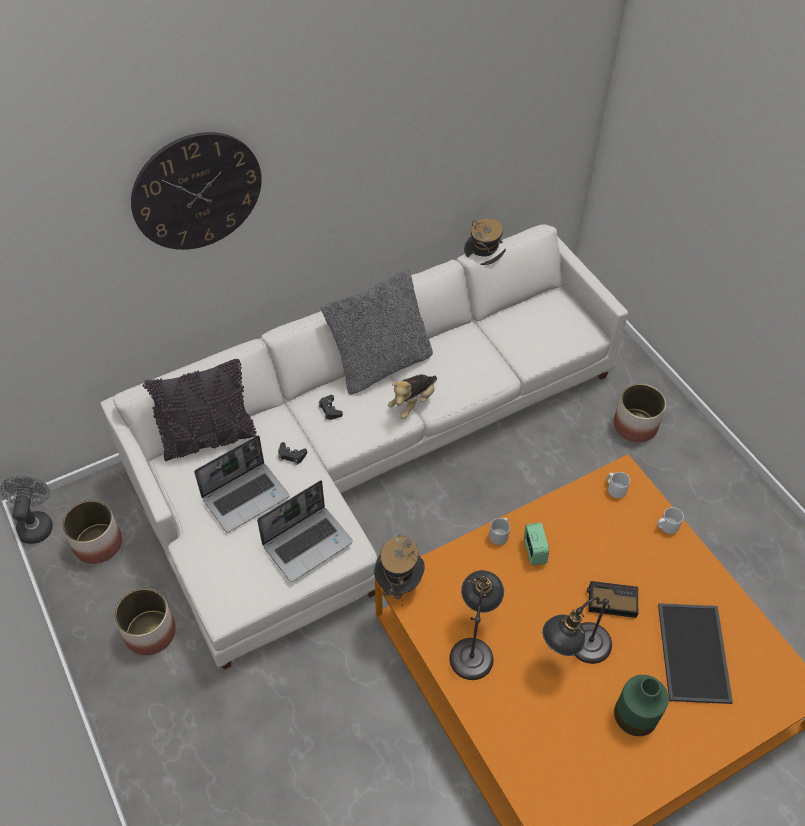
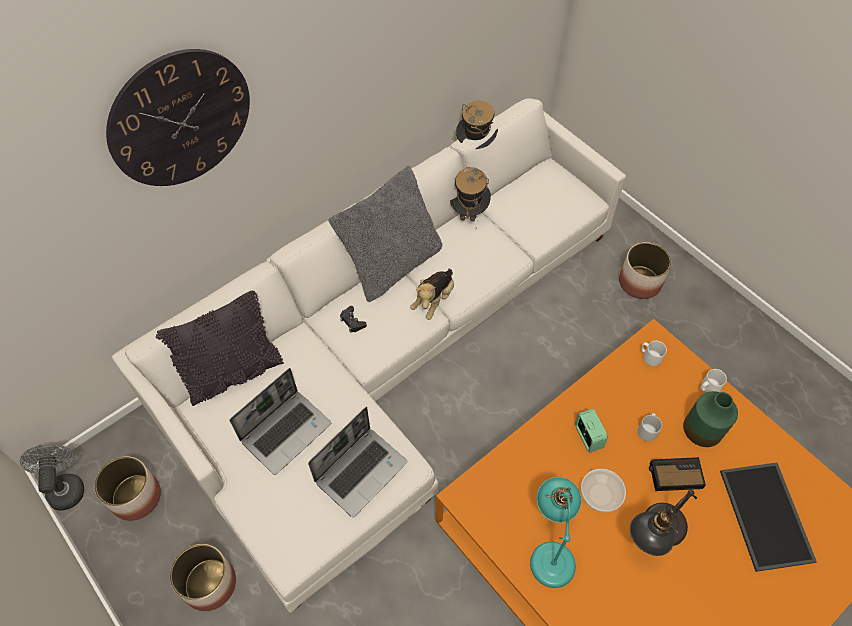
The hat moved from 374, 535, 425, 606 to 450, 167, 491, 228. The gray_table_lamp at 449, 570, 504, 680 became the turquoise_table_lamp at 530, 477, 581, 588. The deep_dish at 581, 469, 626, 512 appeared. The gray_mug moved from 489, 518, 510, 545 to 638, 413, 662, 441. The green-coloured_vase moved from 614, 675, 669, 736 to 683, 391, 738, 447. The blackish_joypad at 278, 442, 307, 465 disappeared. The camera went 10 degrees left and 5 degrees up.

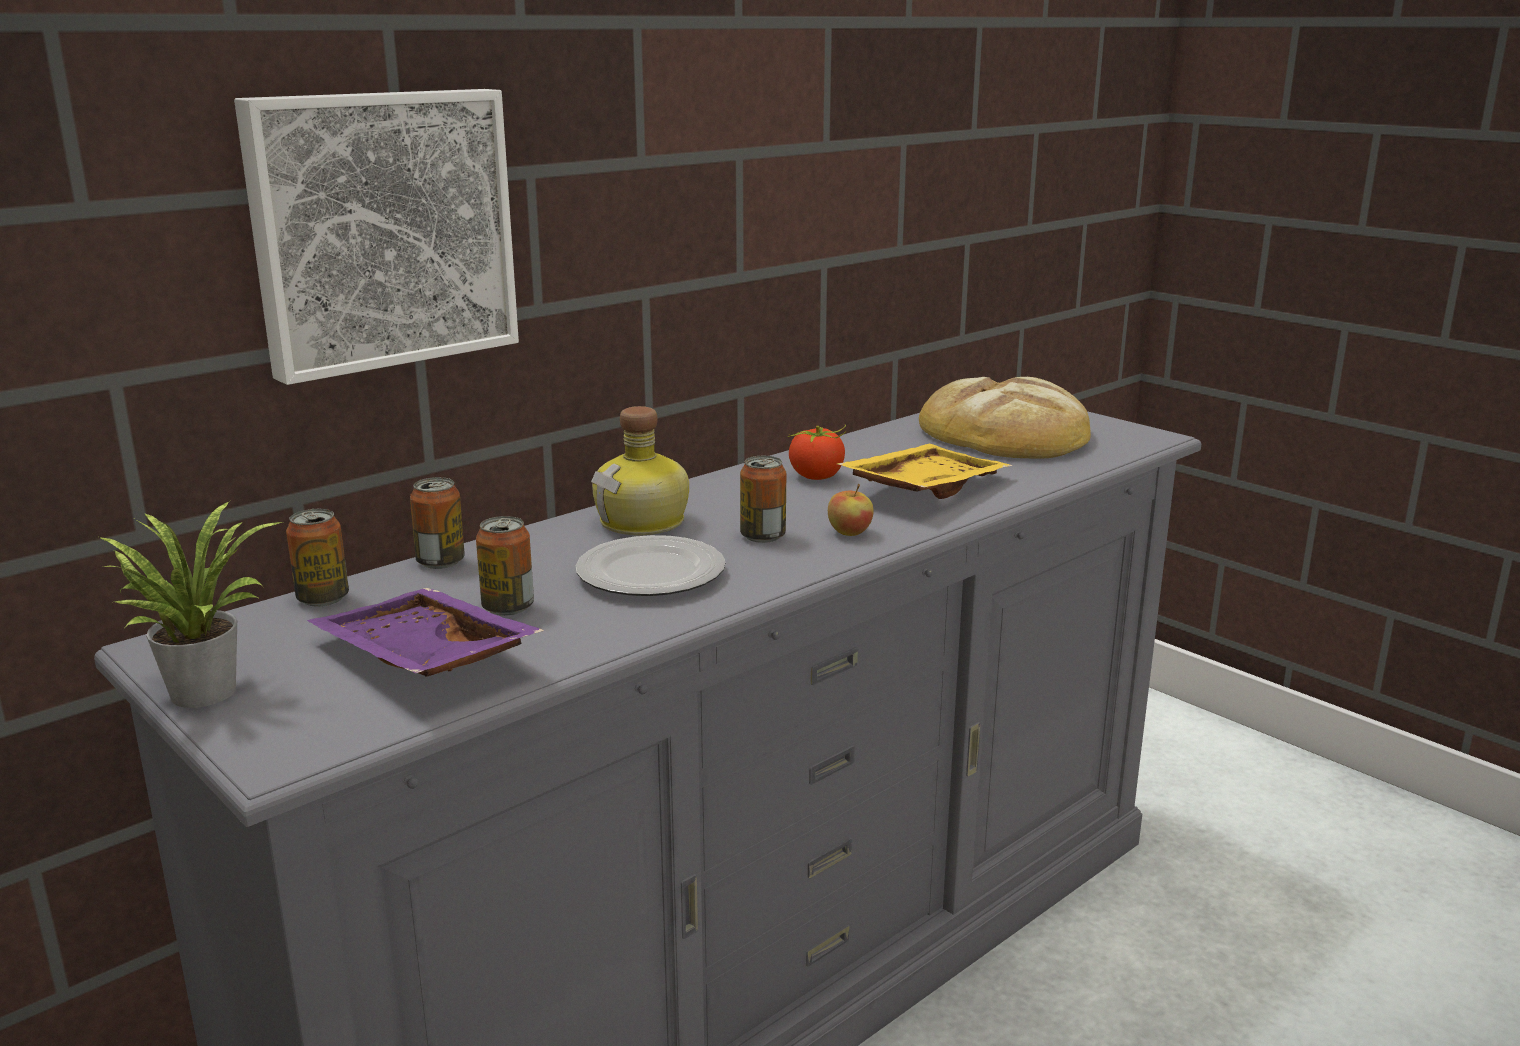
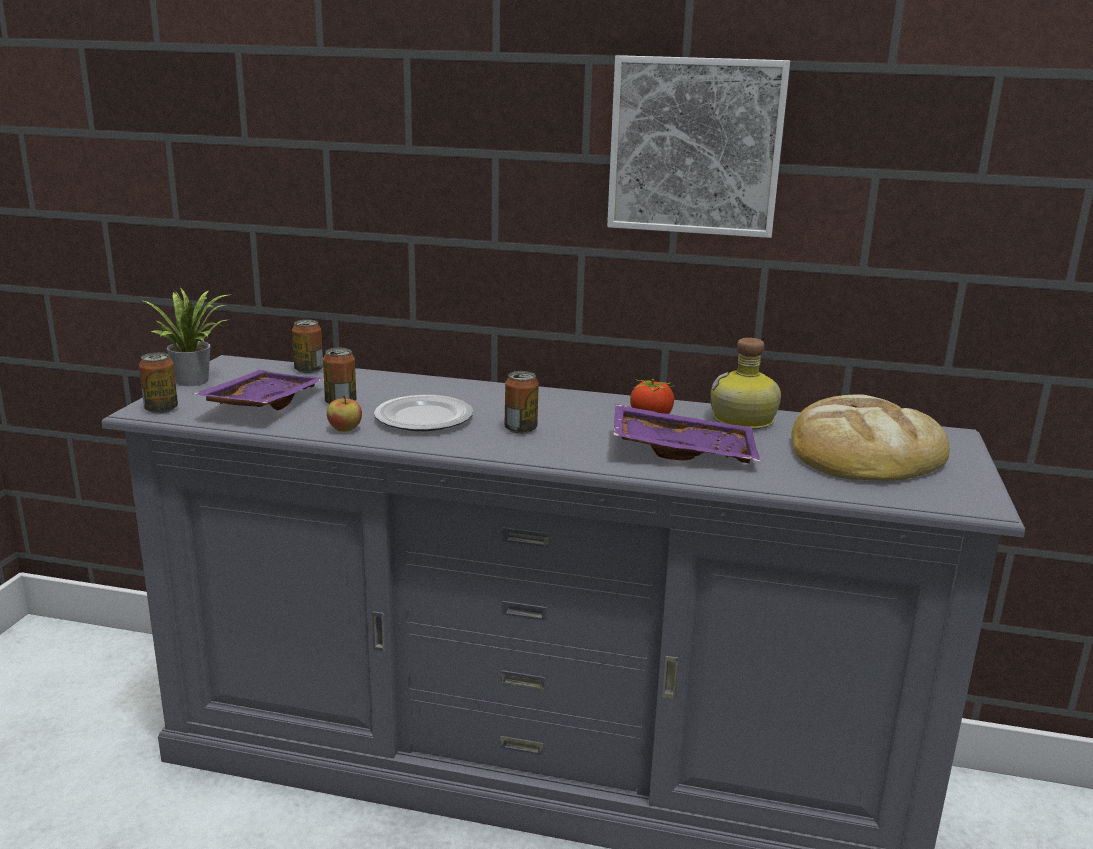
The can moved from 410, 477, 465, 569 to 139, 352, 178, 413. The whole_apple moved from 828, 484, 873, 536 to 327, 395, 362, 432. The wall_picture moved from 234, 89, 519, 385 to 607, 55, 790, 238. The yellow_carrying_tray at 837, 444, 1013, 499 became the purple_carrying_tray at 613, 404, 760, 463. The beverage_bottle moved from 591, 406, 689, 535 to 710, 338, 781, 430. The camera went 55 degrees right and 0 degrees up.

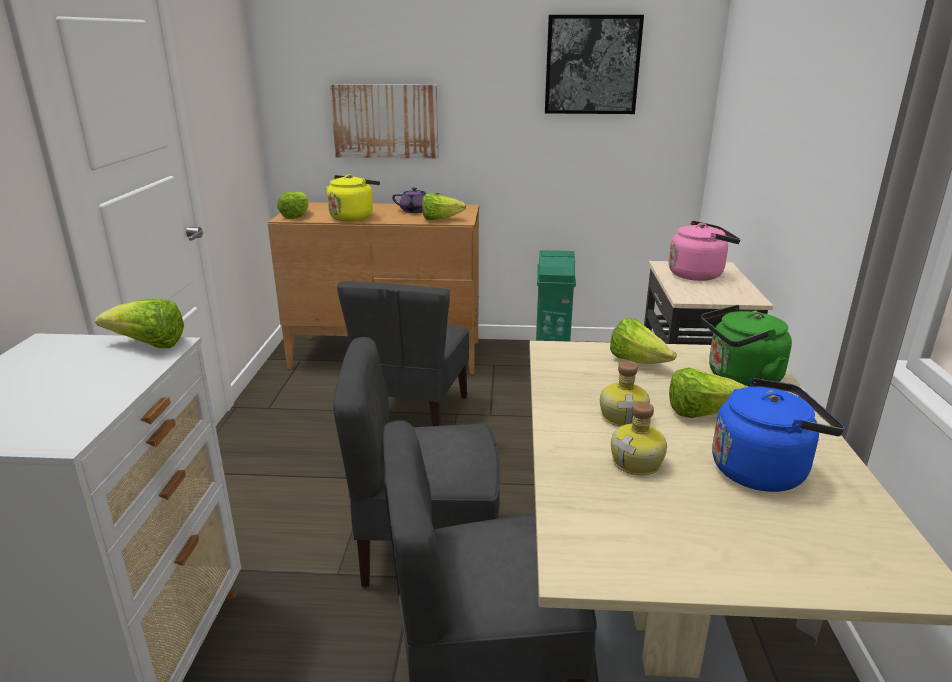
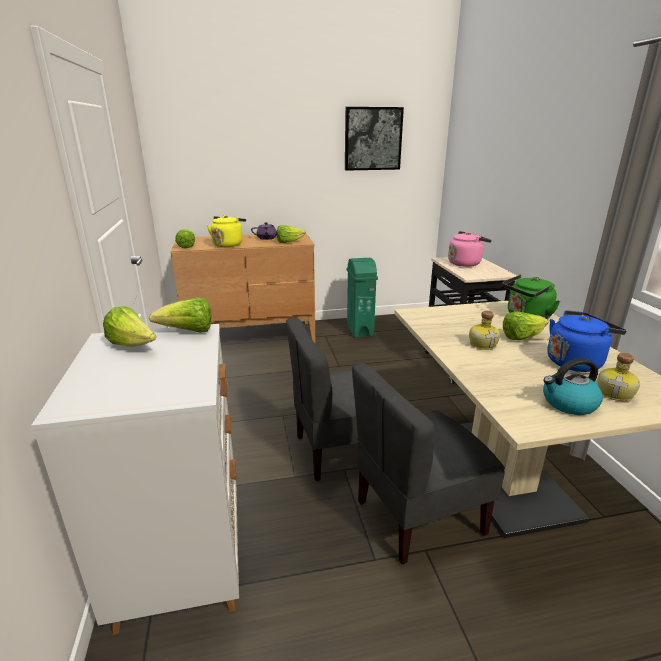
The lettuce_head moved from 610, 318, 677, 364 to 103, 306, 156, 347. The water_kettle at 543, 358, 603, 415 appeared. The beverage_bottle moved from 611, 401, 667, 475 to 597, 353, 640, 401. The wall_picture at 330, 84, 438, 159 disappeared. The gray_upright_chair at 337, 281, 469, 426 disappeared. The camera went 15 degrees left and 0 degrees up.

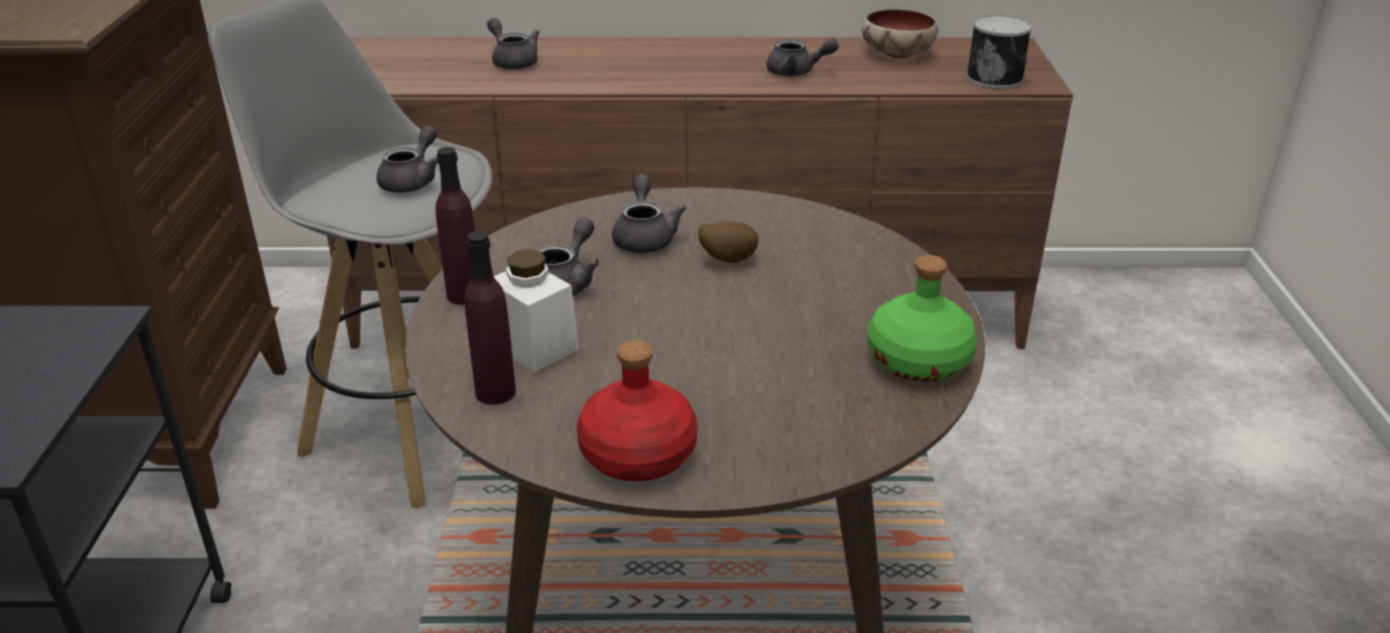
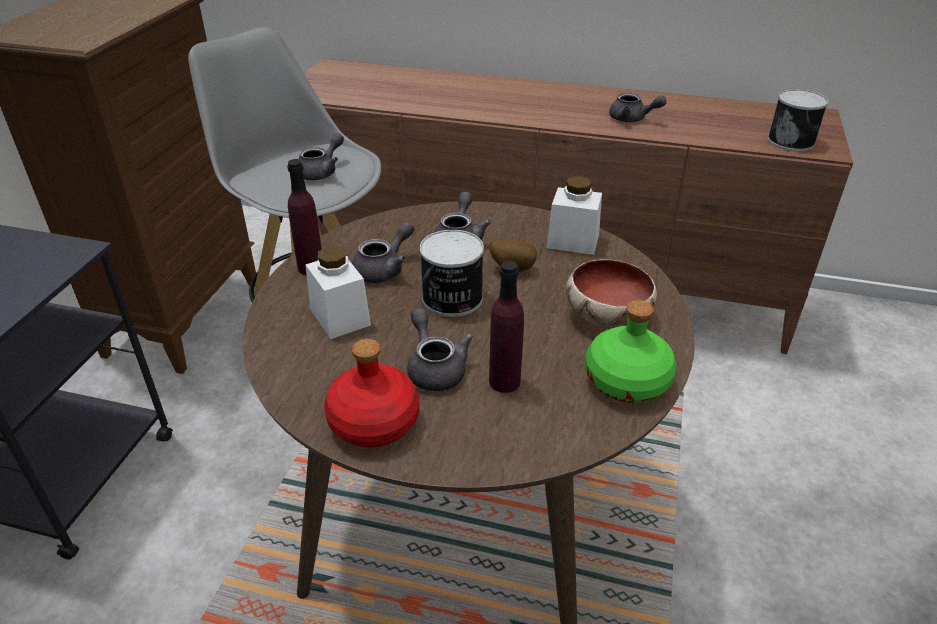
The gray_pot_for_tea moved from 487, 18, 540, 70 to 407, 308, 473, 391. The can at 420, 230, 484, 317 appeared. The purple_beverage_bottle moved from 464, 231, 516, 405 to 489, 261, 524, 393. The white-coloured_storage_jar at 546, 176, 602, 255 appeared. The deep_dish moved from 862, 9, 938, 58 to 566, 259, 657, 328. The camera went 15 degrees right and 5 degrees up.

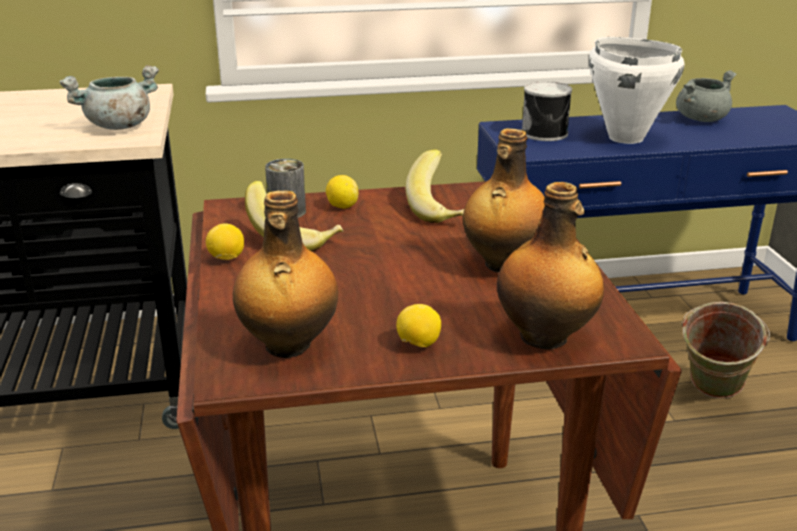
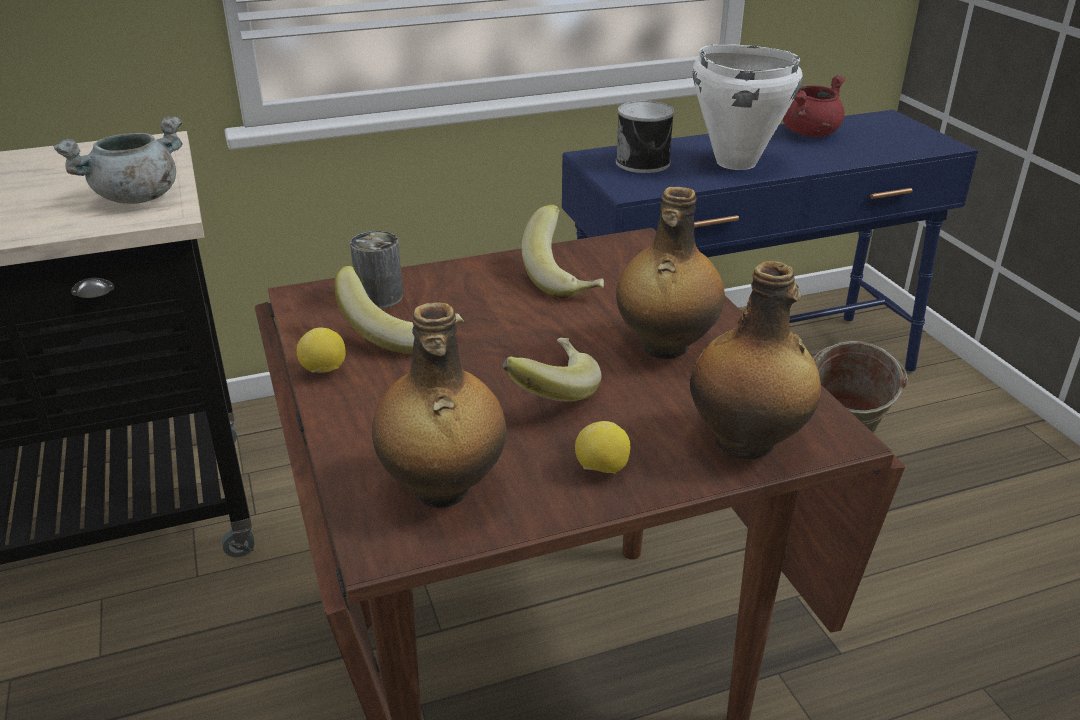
The banana at 503, 338, 602, 401 appeared. The gray_cooking_pot at 676, 70, 737, 122 became the red_cooking_pot at 782, 75, 846, 137. The whole_lemon at 326, 175, 359, 209 disappeared. The camera went 10 degrees left and 5 degrees up.

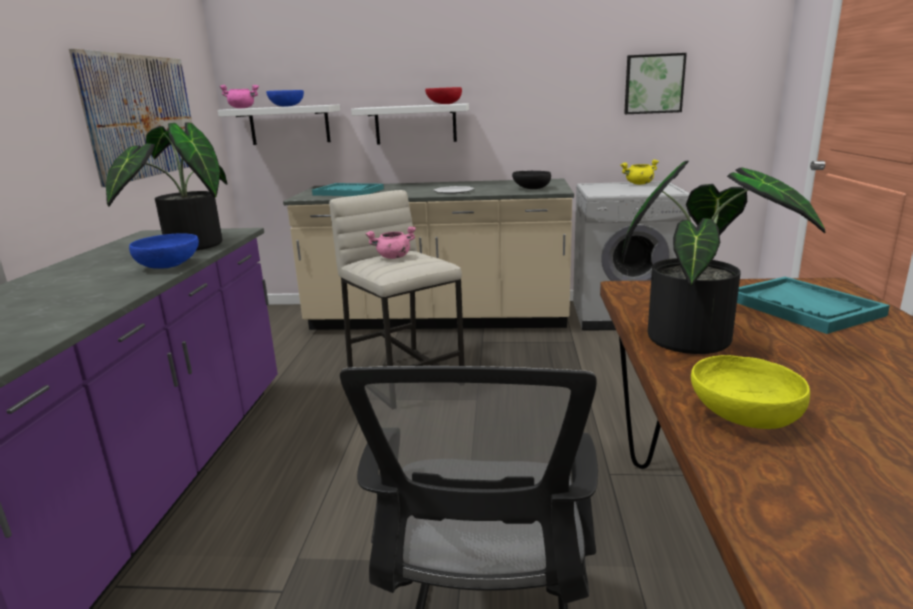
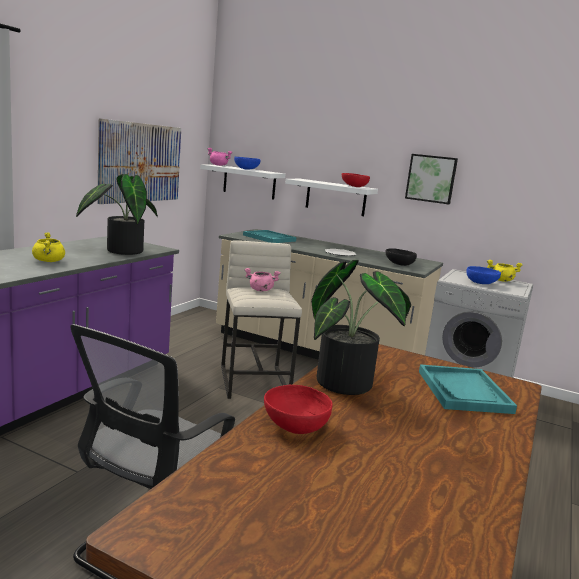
The yellow_cooking_pot at 32, 232, 65, 262 appeared. The yellow_deep_dish at 691, 355, 810, 429 became the red_deep_dish at 264, 385, 332, 434. The wall_picture moved from 624, 53, 687, 114 to 405, 154, 458, 204. The bluish_deep_dish moved from 129, 233, 199, 269 to 467, 266, 501, 284. The camera went 20 degrees right and 5 degrees down.

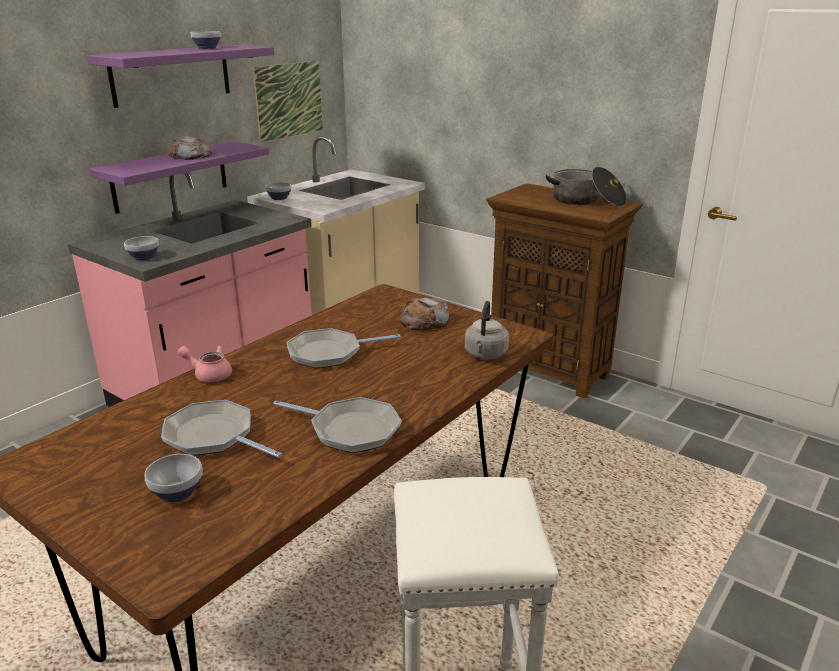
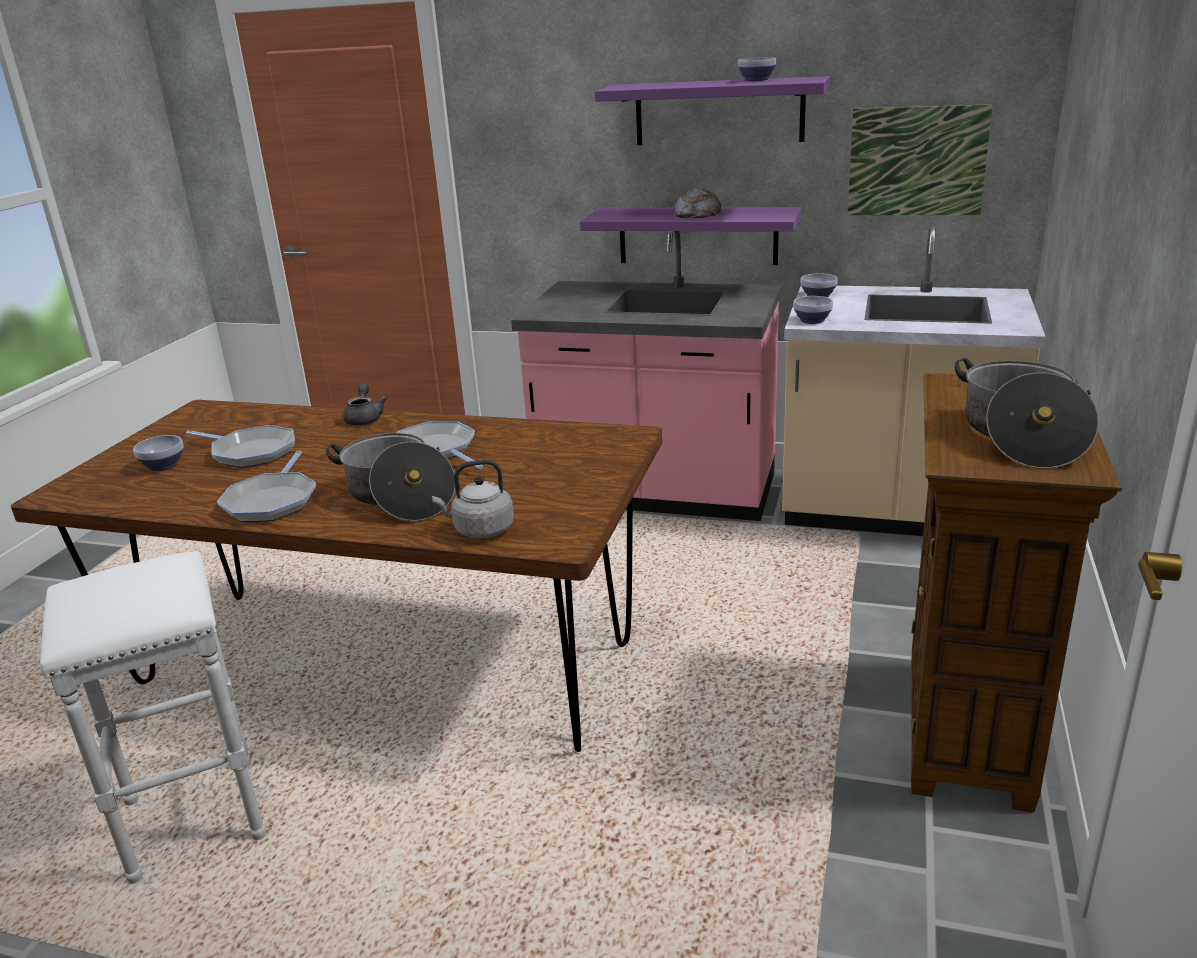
The frying_pan at 161, 400, 282, 458 turned 105 degrees clockwise. The cooking_pot at 326, 433, 455, 521 appeared. The pinkish_pot_for_tea at 178, 346, 232, 382 became the gray_pot_for_tea at 343, 383, 387, 425. The deep_dish moved from 124, 236, 159, 260 to 793, 296, 833, 324. The bakery_bread at 400, 297, 449, 330 disappeared. The camera went 70 degrees right and 0 degrees up.

